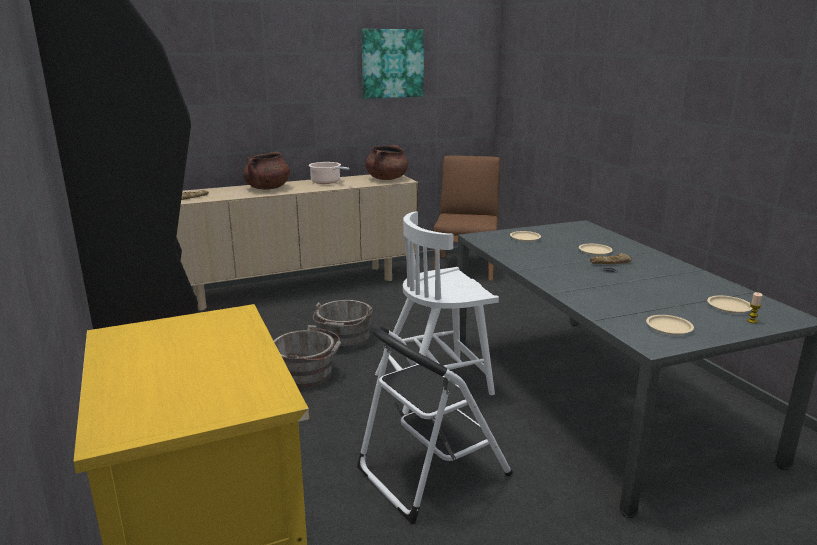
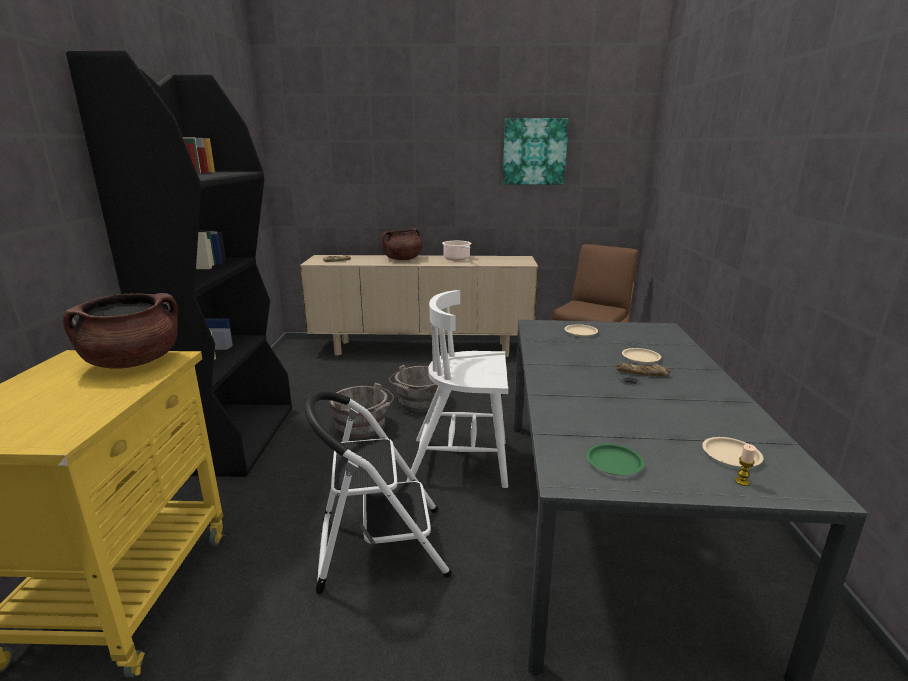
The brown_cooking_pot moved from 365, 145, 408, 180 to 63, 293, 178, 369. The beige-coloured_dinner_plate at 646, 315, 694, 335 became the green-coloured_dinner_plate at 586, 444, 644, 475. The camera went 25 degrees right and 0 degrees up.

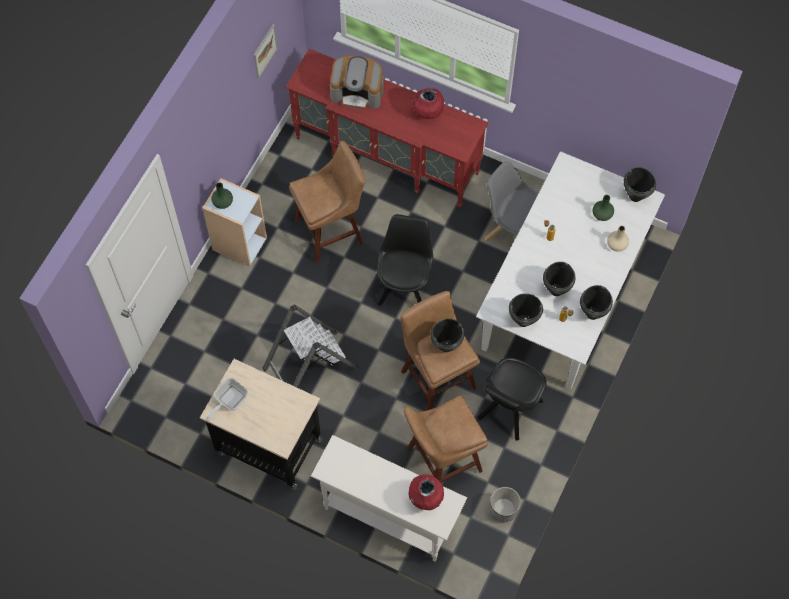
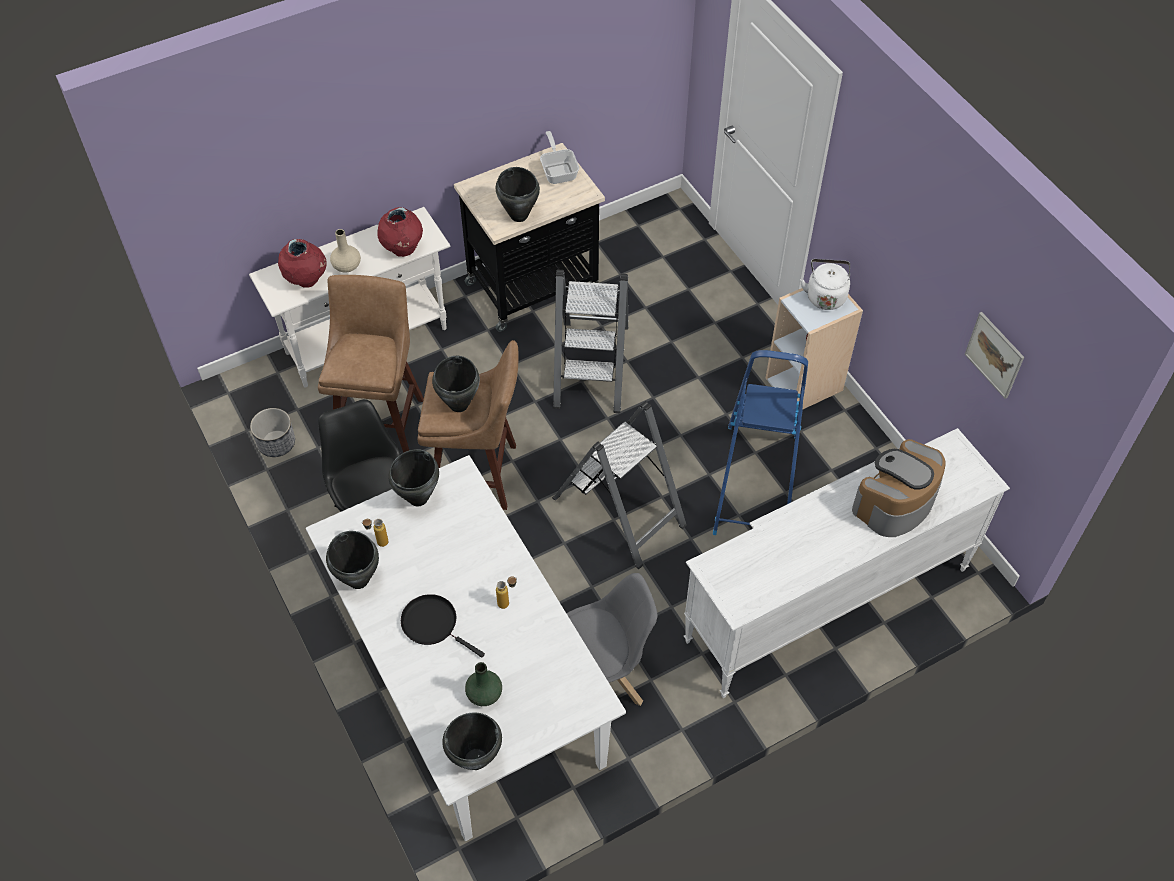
The beige-coloured_vase moved from 607, 225, 629, 252 to 330, 229, 361, 272. The red_vase moved from 412, 88, 444, 119 to 378, 207, 423, 257. The blackish_frying_pan at 401, 594, 485, 658 appeared. The blackish_cooking_pot moved from 543, 262, 575, 296 to 496, 167, 540, 222. The blackish_upright_chair at 377, 214, 433, 306 was replaced by the gray_stepladder at 552, 401, 687, 569. The red_storage_cabinet at 285, 49, 489, 208 became the white-coloured_storage_cabinet at 684, 428, 1010, 698. The brown_stool at 289, 141, 365, 263 was replaced by the bluish_stepladder at 713, 350, 808, 535. The green-coloured_vase at 211, 182, 233, 209 was replaced by the white-coloured_water_kettle at 800, 259, 850, 310. The camera went 125 degrees right and 10 degrees down.

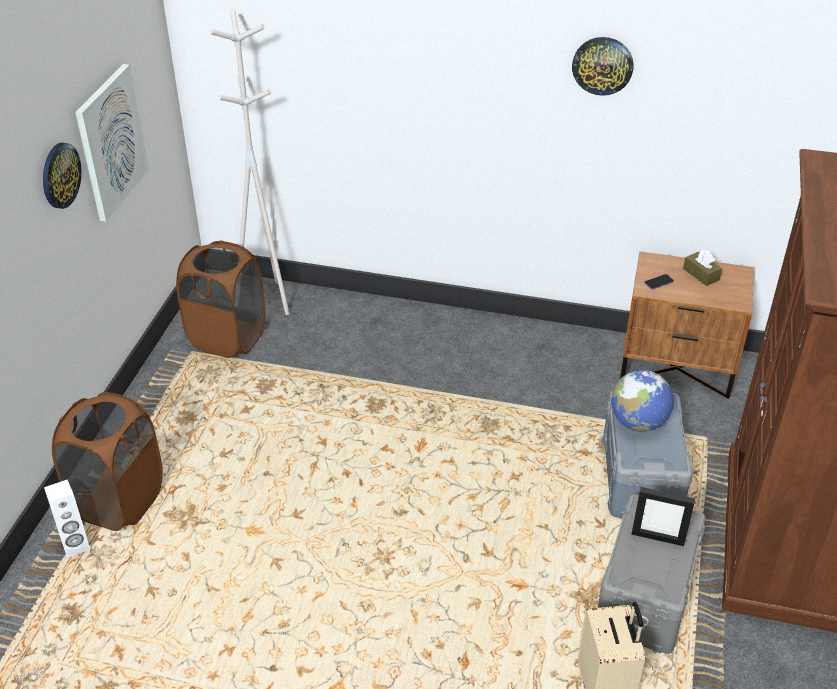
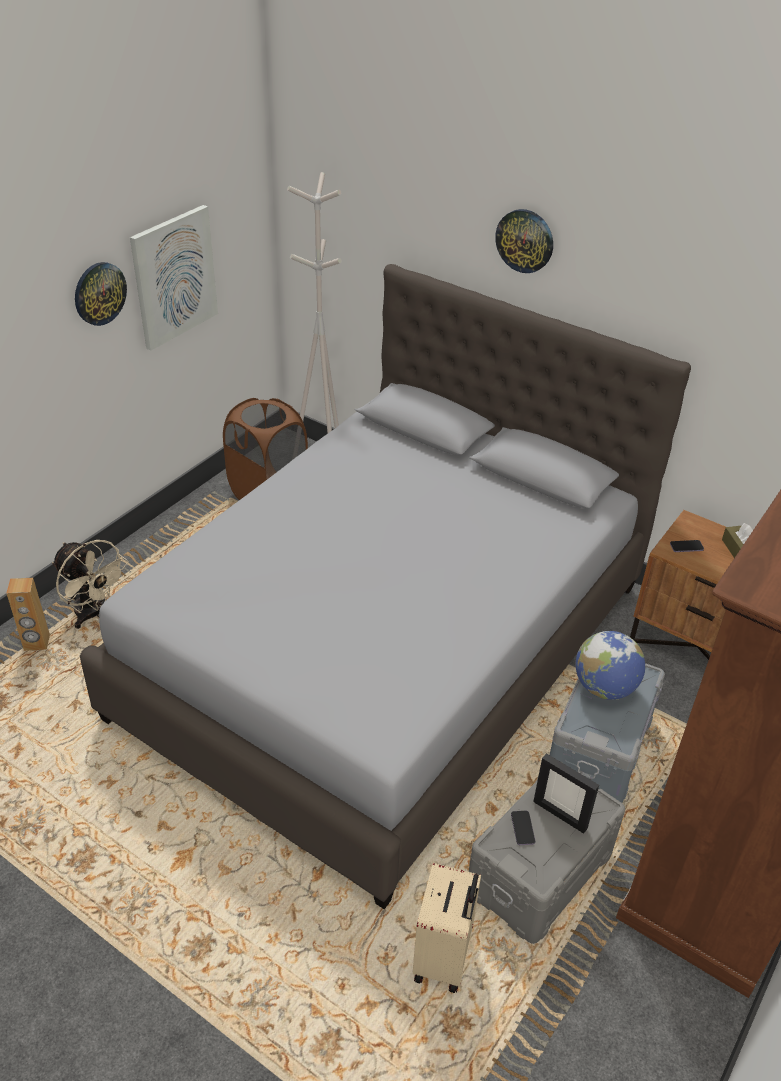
The white-coloured_loudspeaker at 44, 480, 90, 558 became the brown_loudspeaker at 6, 578, 50, 651. The brown_laundry_basket at 52, 392, 163, 531 was replaced by the beige-coloured_cooling_fan at 52, 540, 129, 629. The gray_sleeping_bed at 80, 264, 691, 909 appeared. The clock_on_the_wall moved from 572, 37, 634, 96 to 495, 209, 553, 273. The telephone at 511, 810, 535, 845 appeared. The camera went 20 degrees right and 0 degrees up.

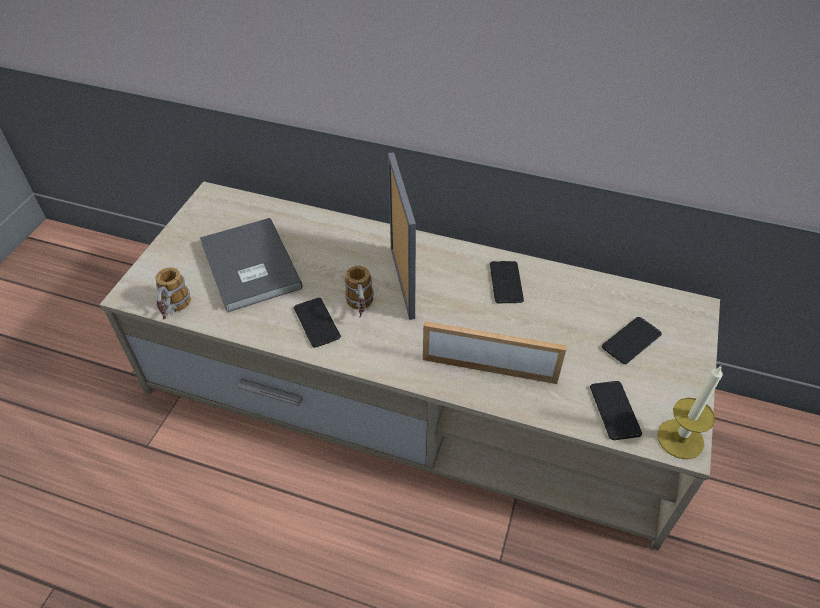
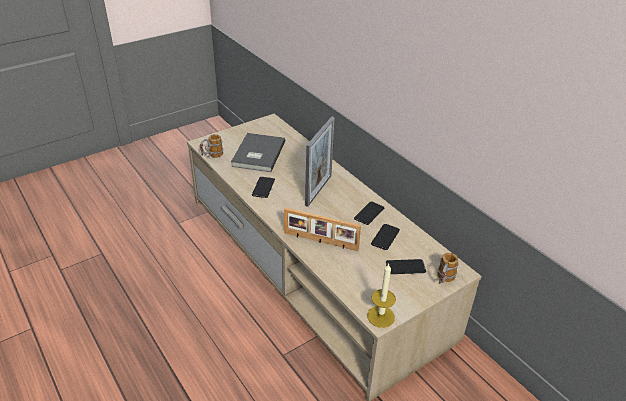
The picture_frame at 423, 321, 567, 384 turned 150 degrees clockwise. The telephone moved from 590, 381, 642, 440 to 371, 224, 400, 250. The mug moved from 345, 266, 374, 317 to 437, 253, 458, 284. The camera went 35 degrees right and 10 degrees down.

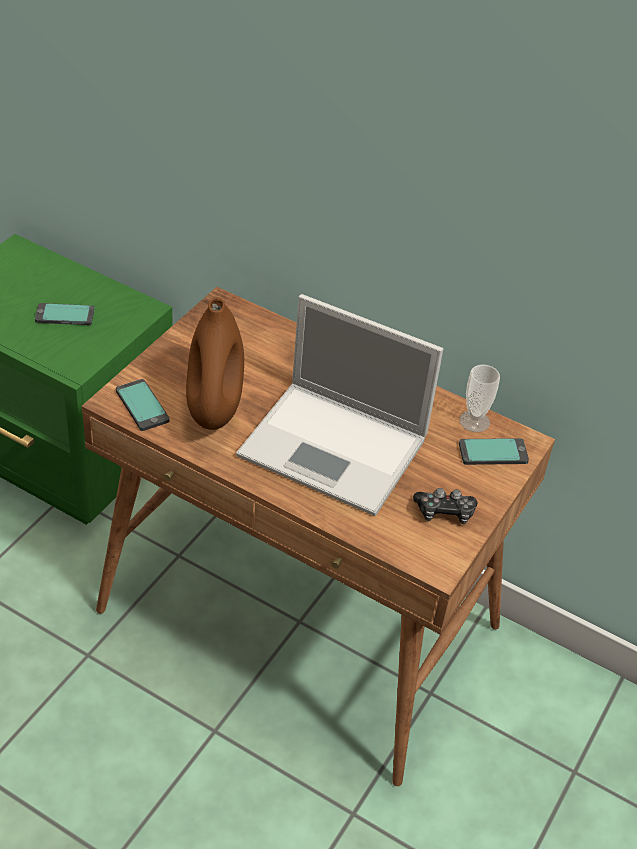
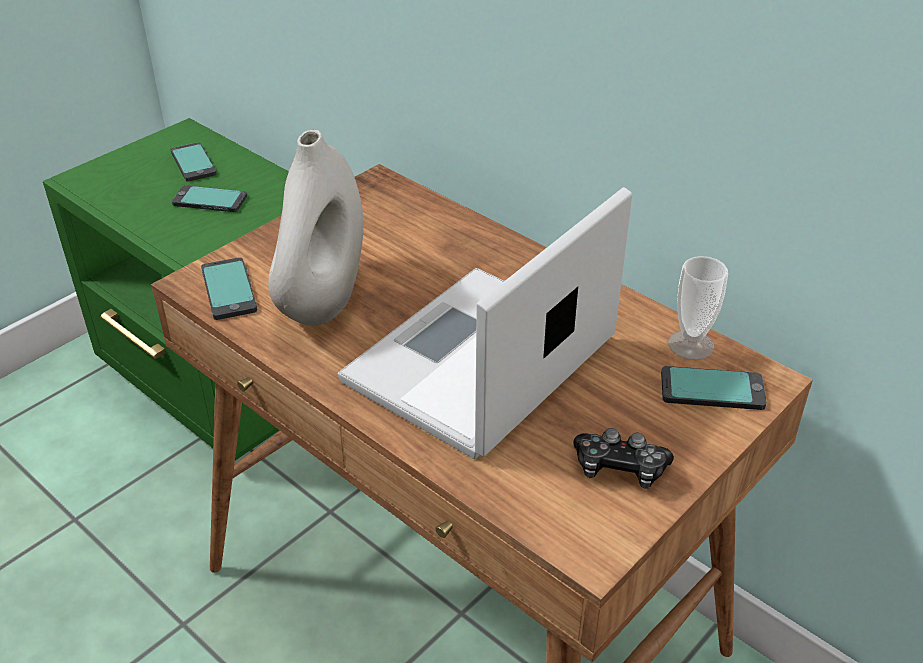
The telephone at 171, 142, 217, 182 appeared. The brown_vase at 186, 297, 244, 430 became the white-coloured_vase at 268, 130, 363, 326. The laptop at 236, 294, 443, 516 turned 90 degrees clockwise. The camera went 15 degrees right and 5 degrees down.

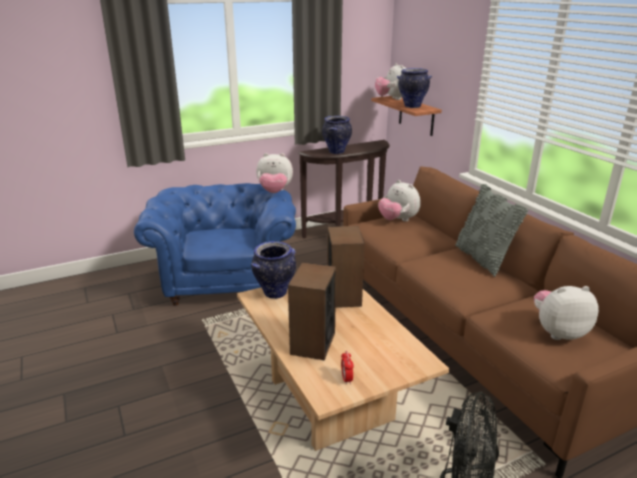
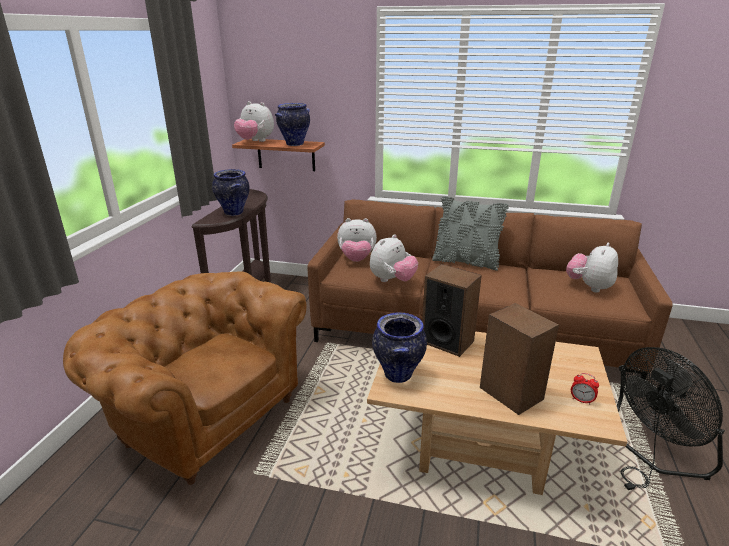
The bluish_easy_chair at 134, 183, 296, 306 became the brown_easy_chair at 63, 271, 306, 485. The plush_toy moved from 256, 153, 293, 193 to 370, 234, 418, 282. The camera went 50 degrees left and 0 degrees up.

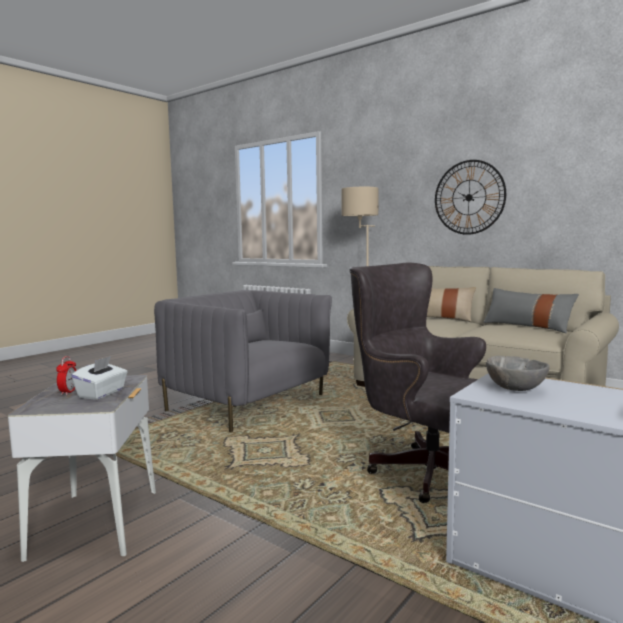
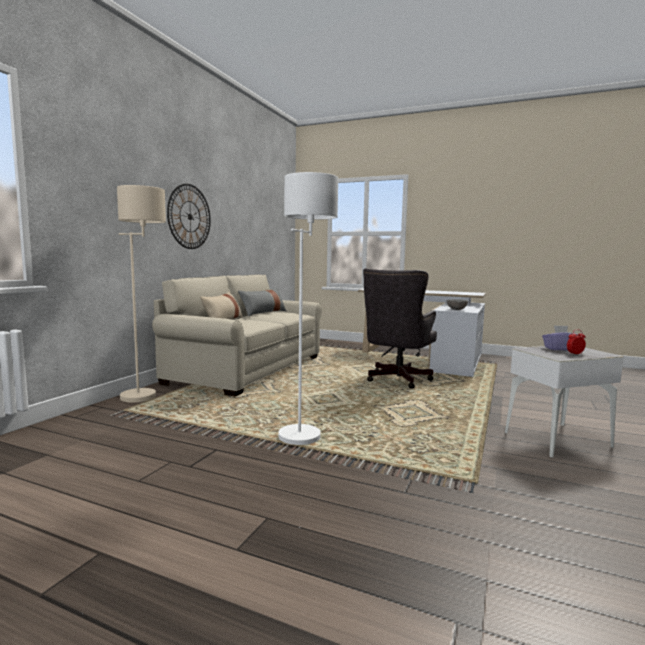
The gray_easy_chair at 154, 290, 332, 432 was replaced by the white-coloured_standing_lamp at 278, 172, 338, 445. The white-coloured_tissue_box at 71, 356, 127, 400 became the purple_tissue_box at 542, 325, 577, 351. The camera went 105 degrees left and 0 degrees up.

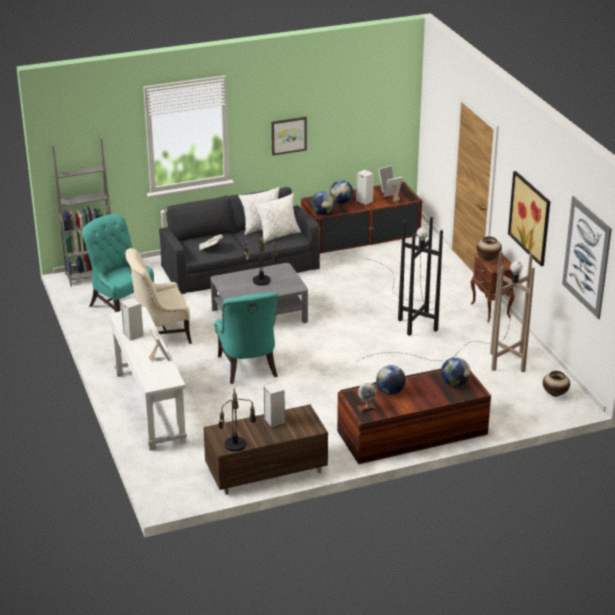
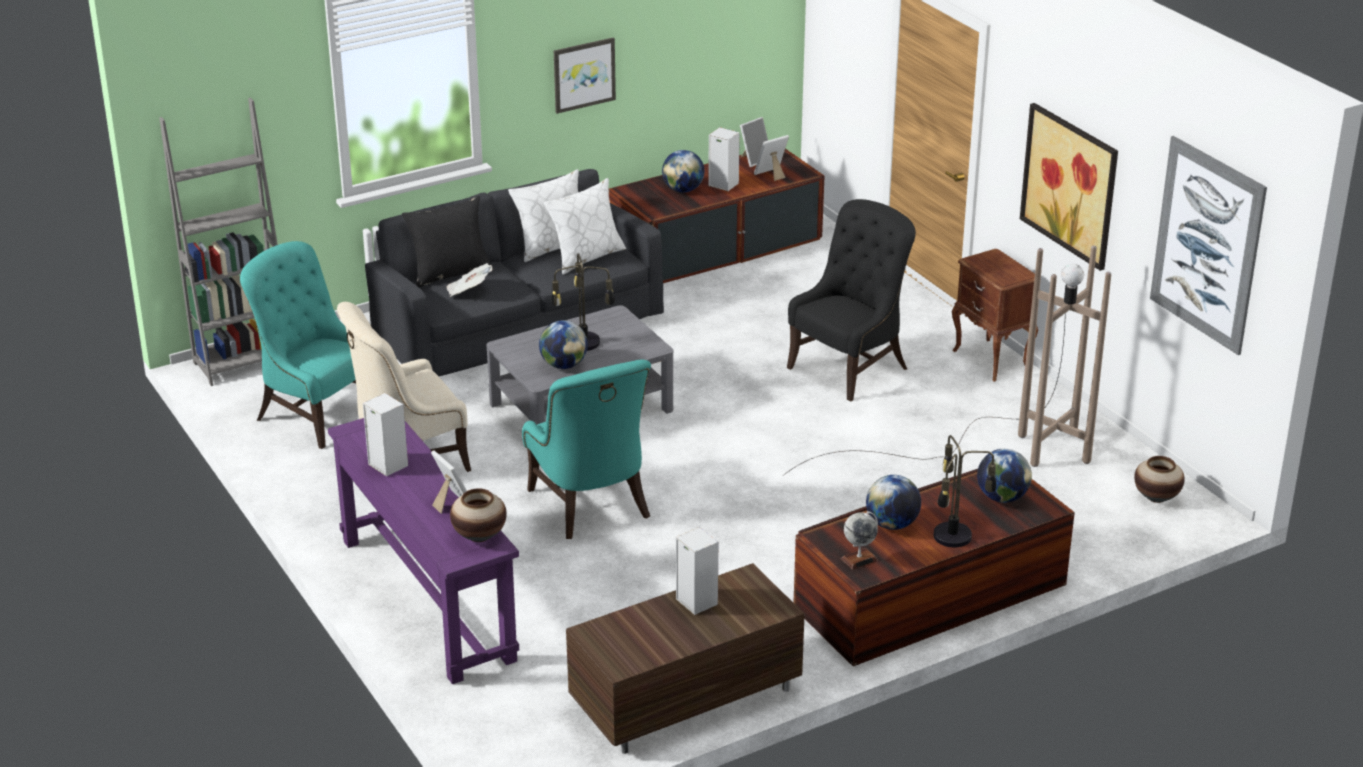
The white-coloured_console_table at 109, 307, 187, 451 became the purple_console_table at 328, 418, 519, 684. The blackish_pillow at 402, 196, 493, 287 appeared. The vase moved from 477, 236, 502, 261 to 450, 488, 507, 542. The desk_globe moved from 311, 191, 335, 215 to 539, 320, 588, 369. The blackish_standing_lamp at 366, 217, 443, 336 was replaced by the blackish_easy_chair at 787, 199, 916, 402. The table_lamp moved from 219, 389, 256, 452 to 934, 435, 996, 547. The camera went 10 degrees left and 0 degrees up.

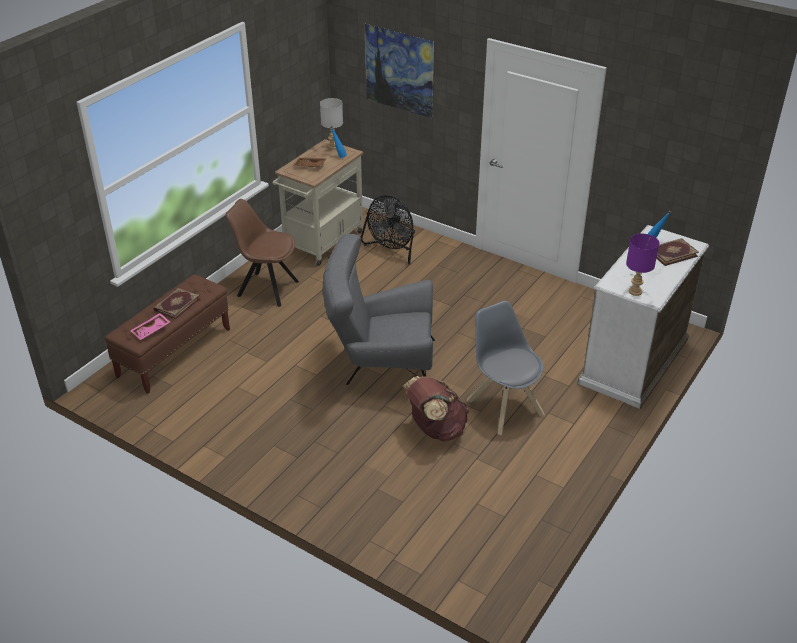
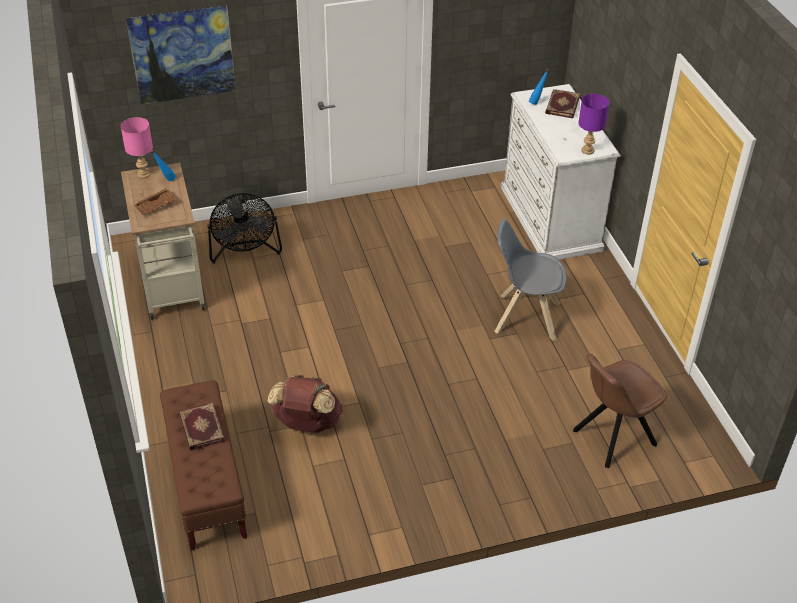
The gray_table_lamp at 320, 98, 343, 149 became the pinkish_table_lamp at 121, 117, 153, 179. The brown_rucksack moved from 403, 376, 469, 442 to 268, 375, 343, 433. The brown_upright_chair moved from 226, 199, 299, 307 to 573, 354, 667, 468. The pinkish_carrying_tray at 131, 313, 170, 340 disappeared. The gray_easy_chair at 323, 234, 435, 385 disappeared. The camera went 50 degrees left and 5 degrees up.

